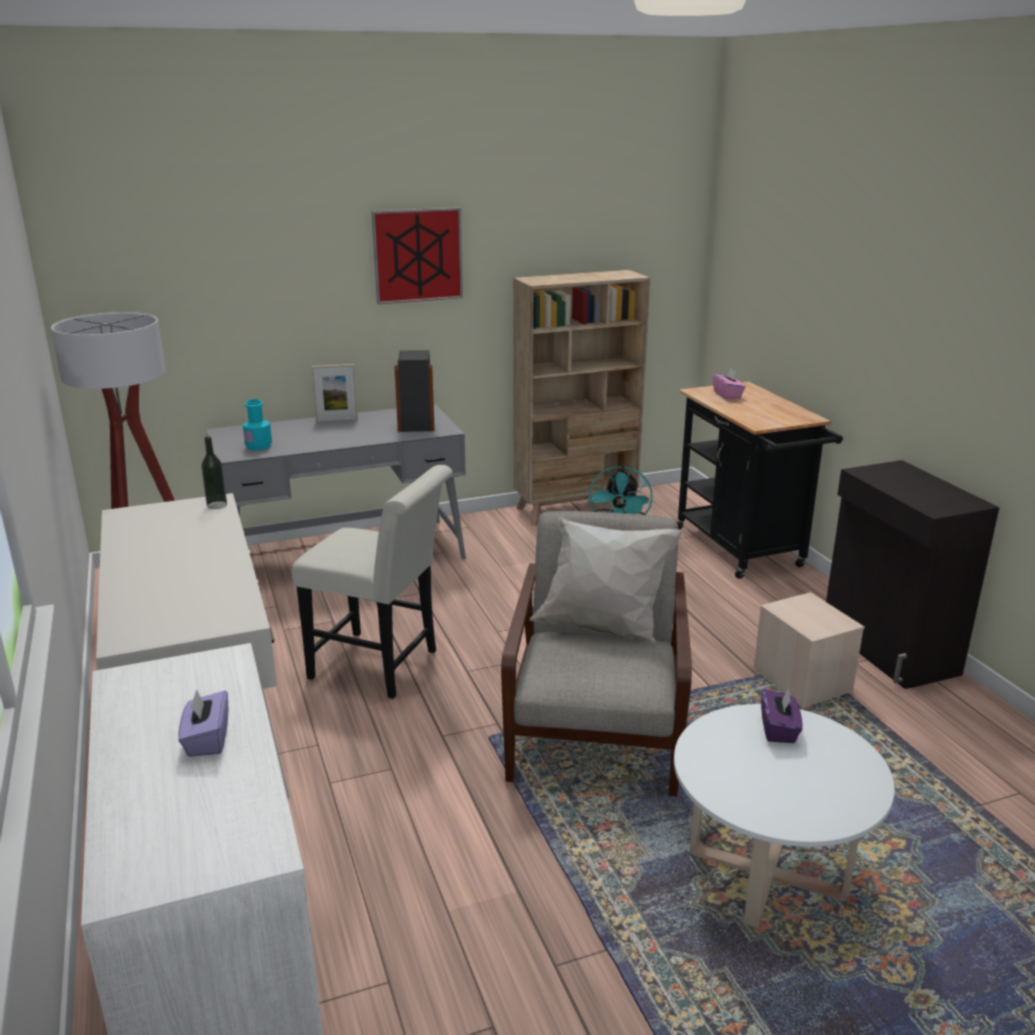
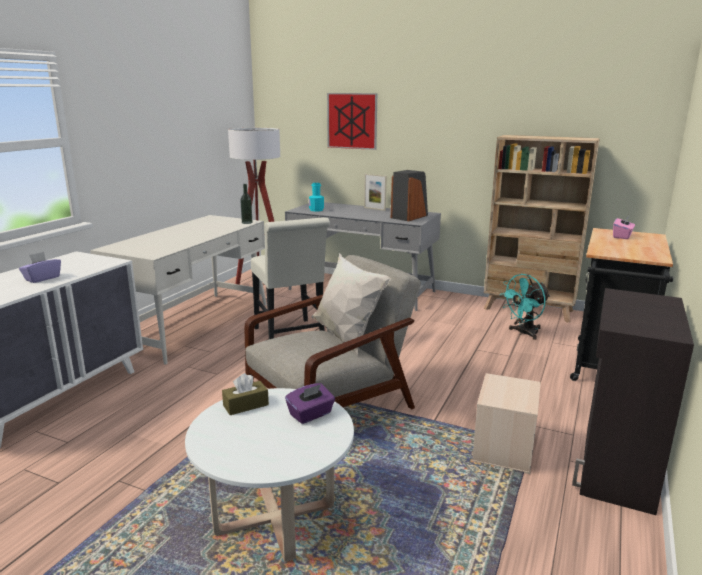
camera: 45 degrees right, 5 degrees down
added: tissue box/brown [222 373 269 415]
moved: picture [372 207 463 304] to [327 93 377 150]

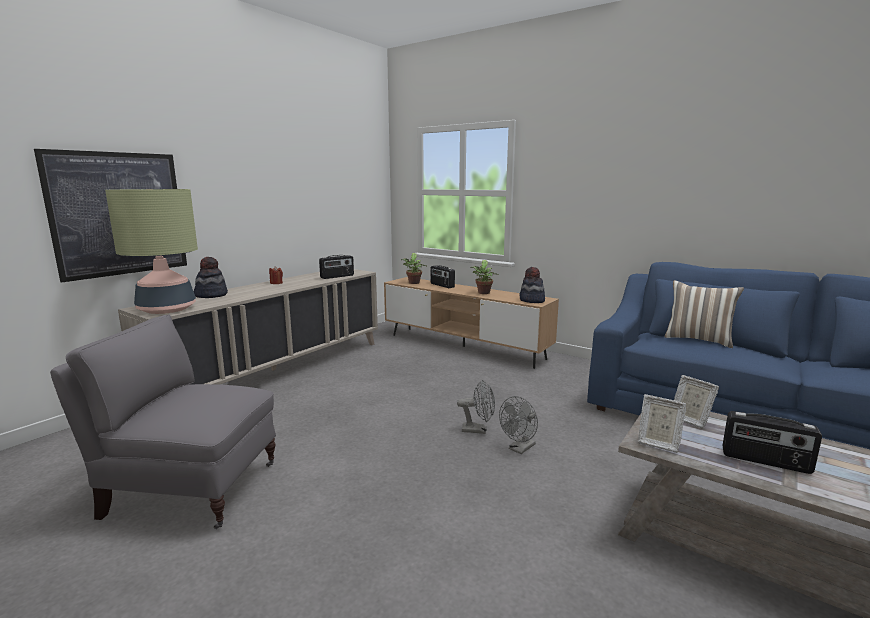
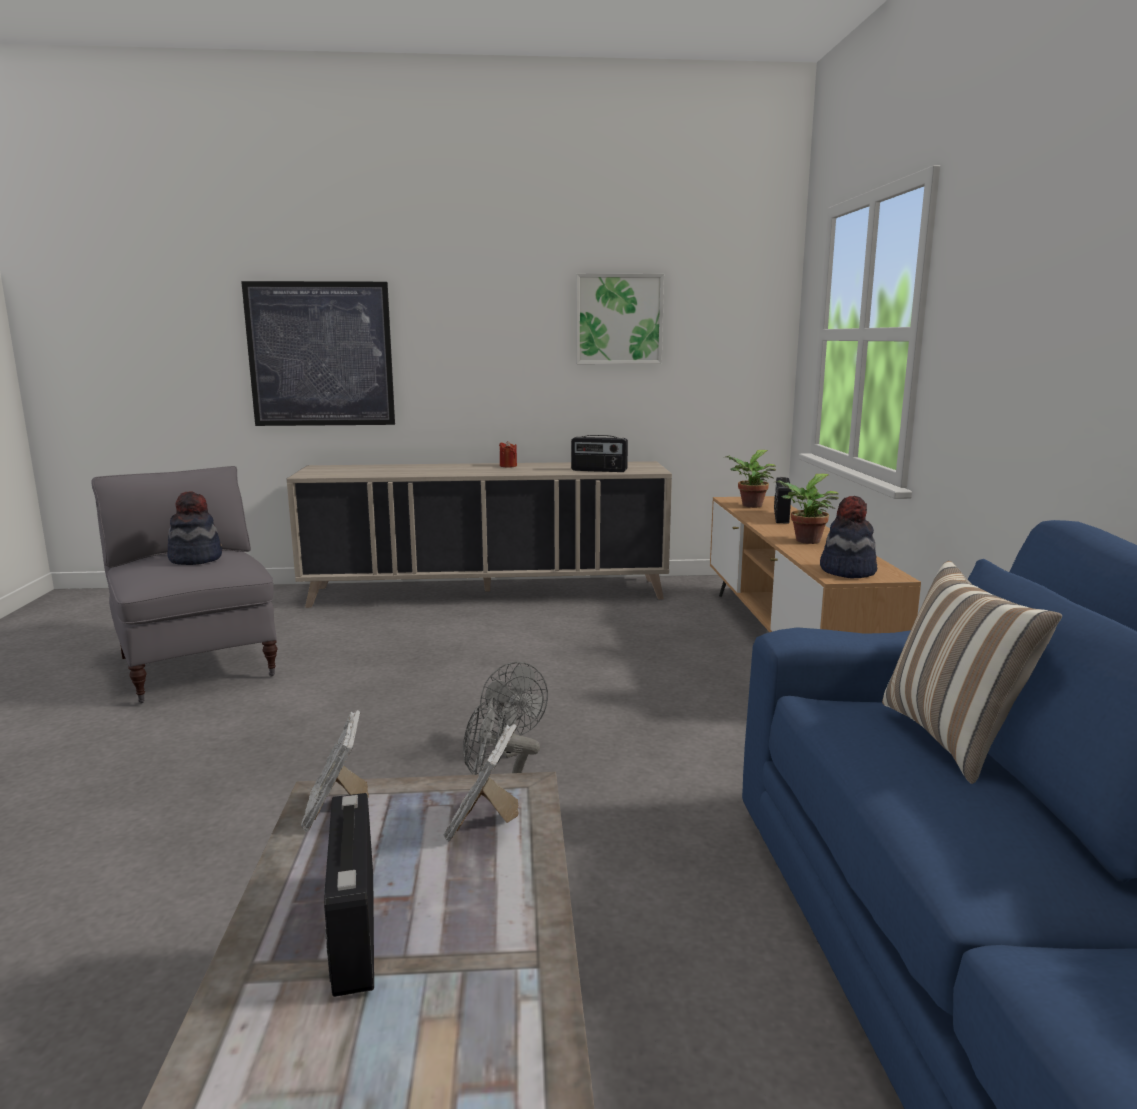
camera: 50 degrees right, 0 degrees up
removed: table lamp [105 189 198 314]
added: picture [576 273 664 364]
moved: hat [194 257 228 298] to [167 491 222 565]

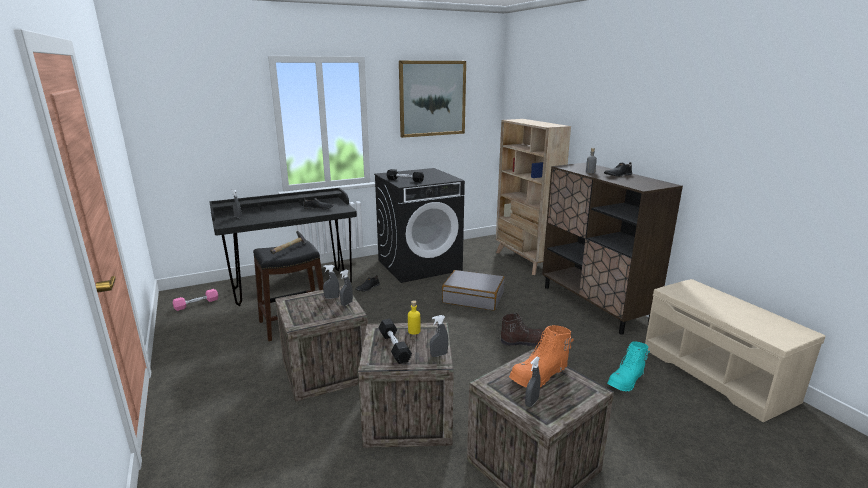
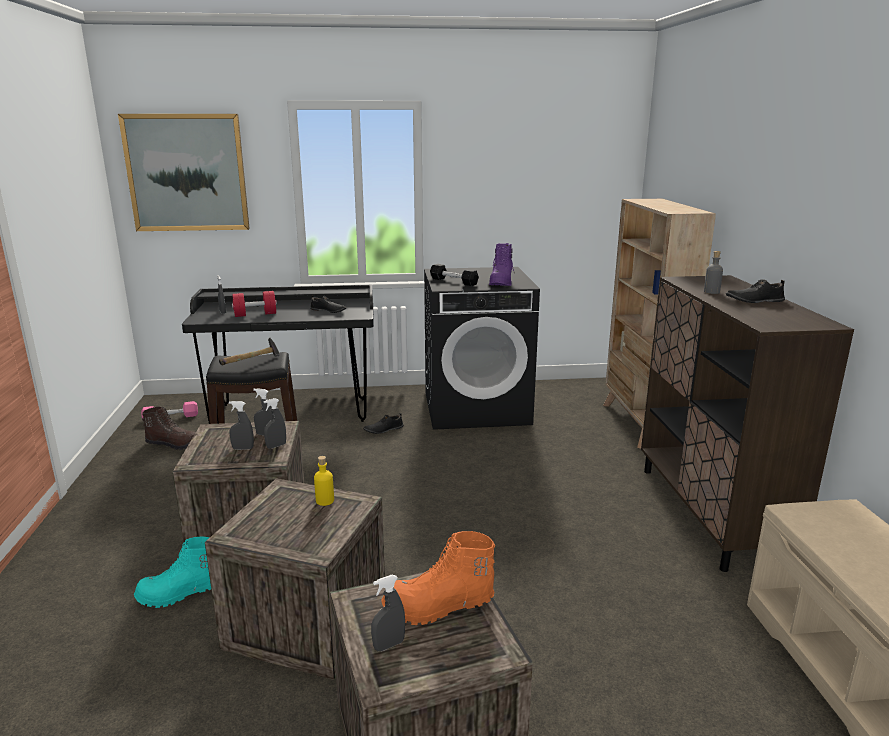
camera: 20 degrees right, 0 degrees up
removed: dumbbell/black [378 319 412 364]; suitcase/grey [442 270 505 310]
added: dumbbell/red [232 291 277 317]; boot/purple [489 243 515 286]
moved: picture [399 61 466 138] to [118 114 250 231]; spray bottle/grey [430 315 448 357] to [229 401 254 450]; boot/brown [500 313 544 347] to [142 406 196 450]; boot/turquoise [607 342 650 392] to [134 536 211 608]

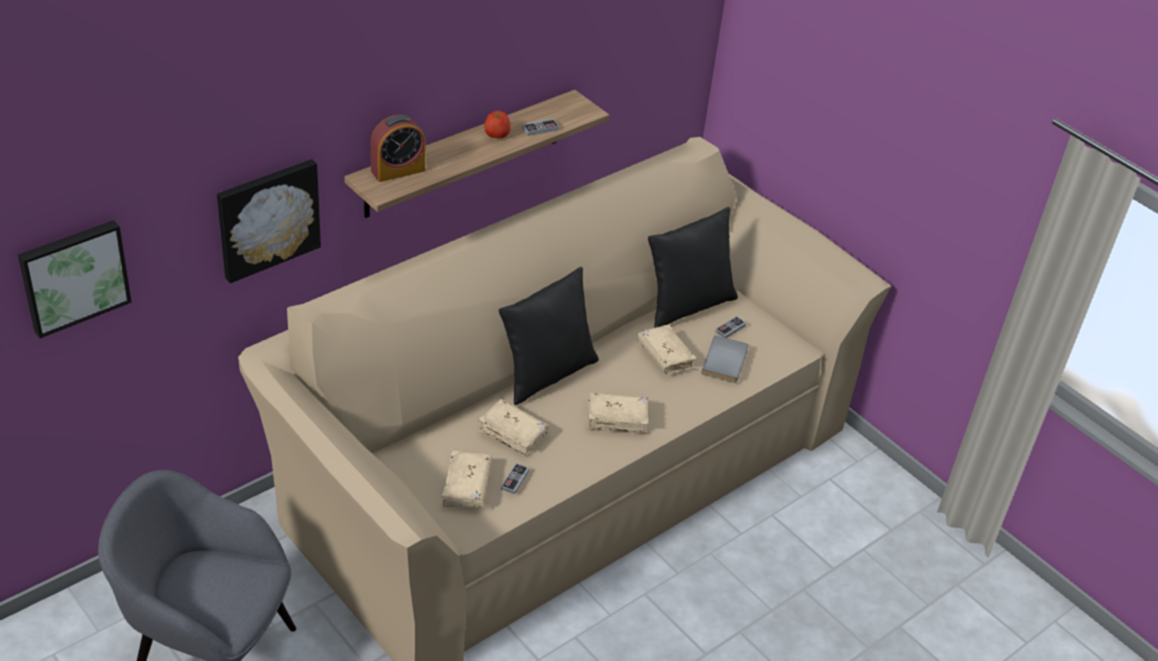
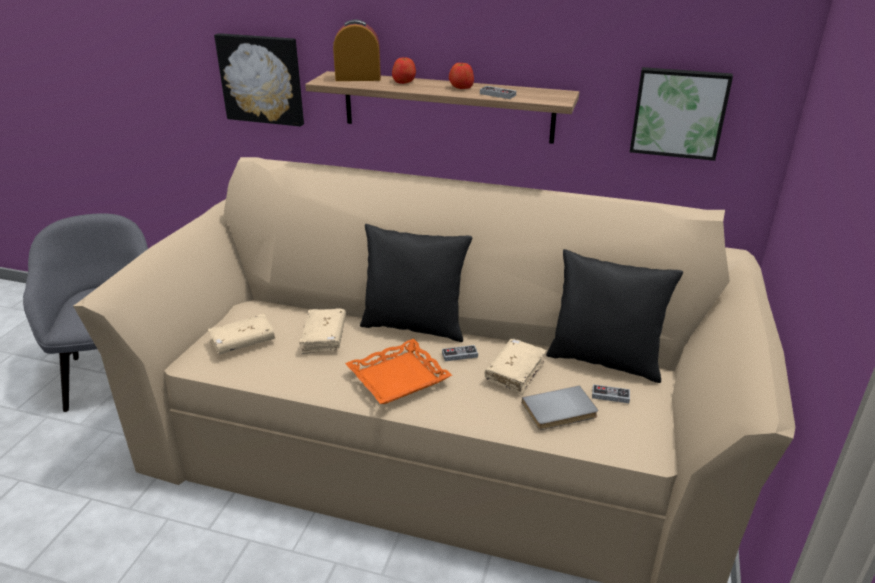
camera: 60 degrees right, 10 degrees down
added: apple [392 57 416 84]
moved: picture [18 220 132 338] to [630 67 733 161]; game controller [501 463 530 495] to [442 345 478 361]
replaced: book/beige [587 392 648 434] to tray/orange [345 339 452 404]
turned: alarm clock [371 115 425 182] = [333 19 381 81] 150 degrees clockwise

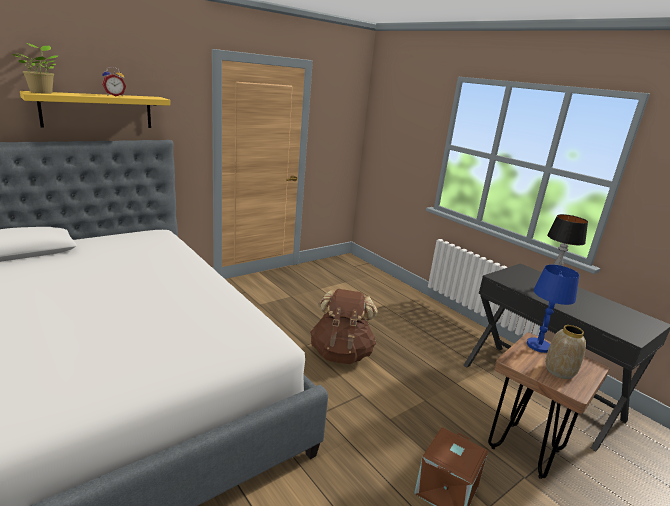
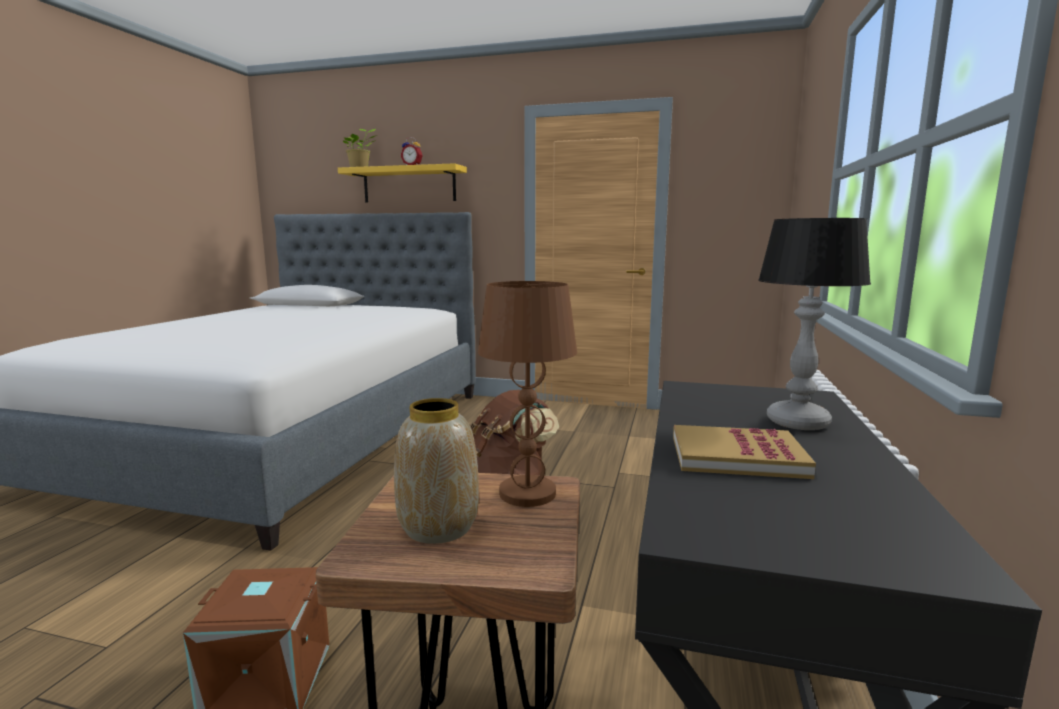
camera: 55 degrees right, 10 degrees down
added: book [673 425 816 479]
recoloured: table lamp/blue [527 265 579 353] to table lamp/brown [478 281 577 507]

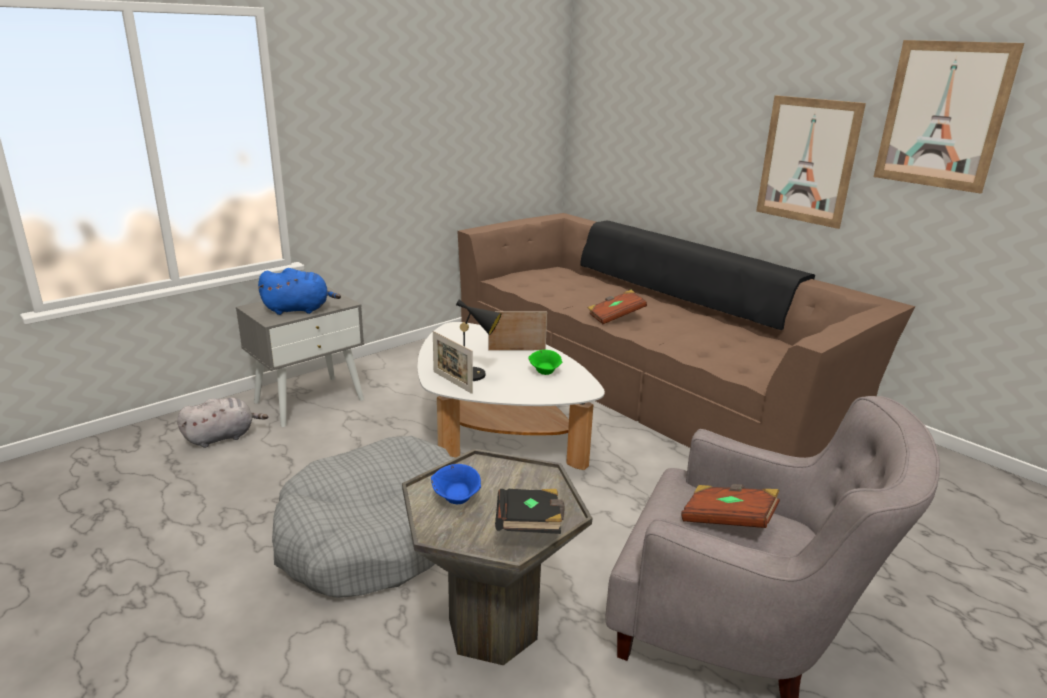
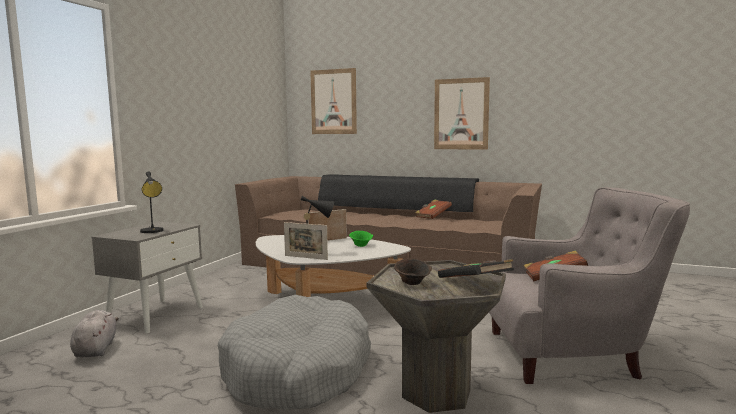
camera: 25 degrees left, 15 degrees down
moved: book/brown [588 290 647 324] to [415 200 452 219]; picture [874 40 1024 194] to [310 68 357 134]
replaced: plush toy/blue [258 268 341 315] to table lamp/black [140 171 163 233]
recoloured: bowl/blue [431 464 481 504] to bowl/brown [394 259 432 285]
turned: plush toy/grey [177 398 268 448] = [70 310 119 358] 45 degrees counterclockwise

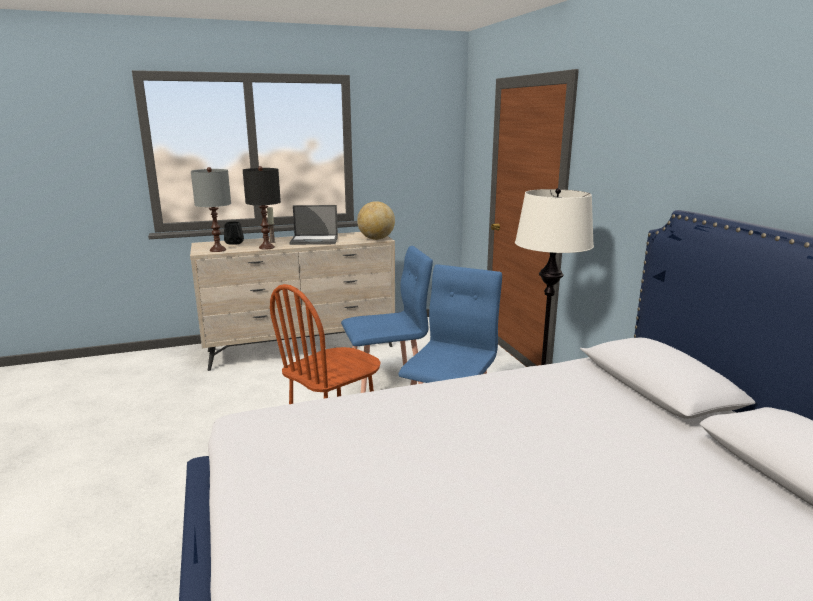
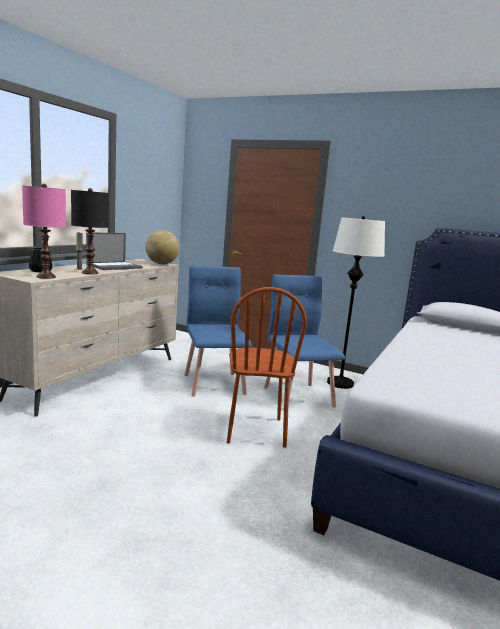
camera: 45 degrees left, 5 degrees down
recoloured: table lamp/grey [191 167 231 252] to table lamp/pink [22 184 66 279]
turned: chair/blue [341 246 433 393] = [184 265 252 397] 45 degrees counterclockwise

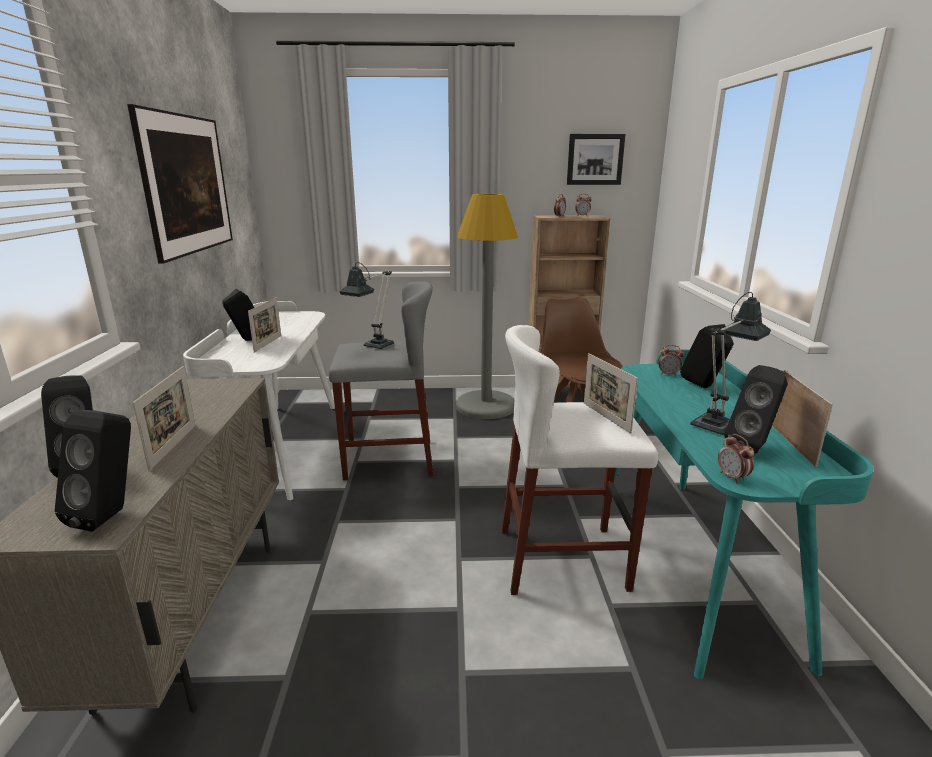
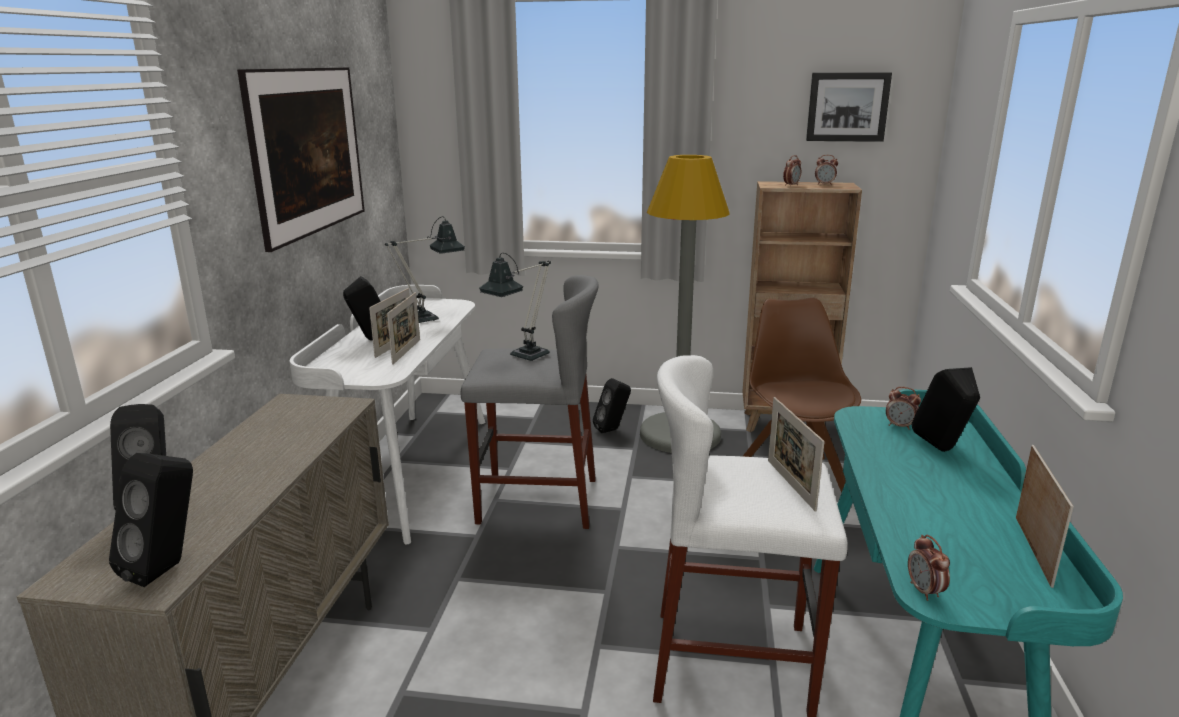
camera: 10 degrees right, 0 degrees up
moved: picture frame [133 366 195 471] to [387 292 420 365]; table lamp [690 292 771 435] to [385 216 465 323]; speaker/black [725 365 788 454] to [593 378 631 433]

